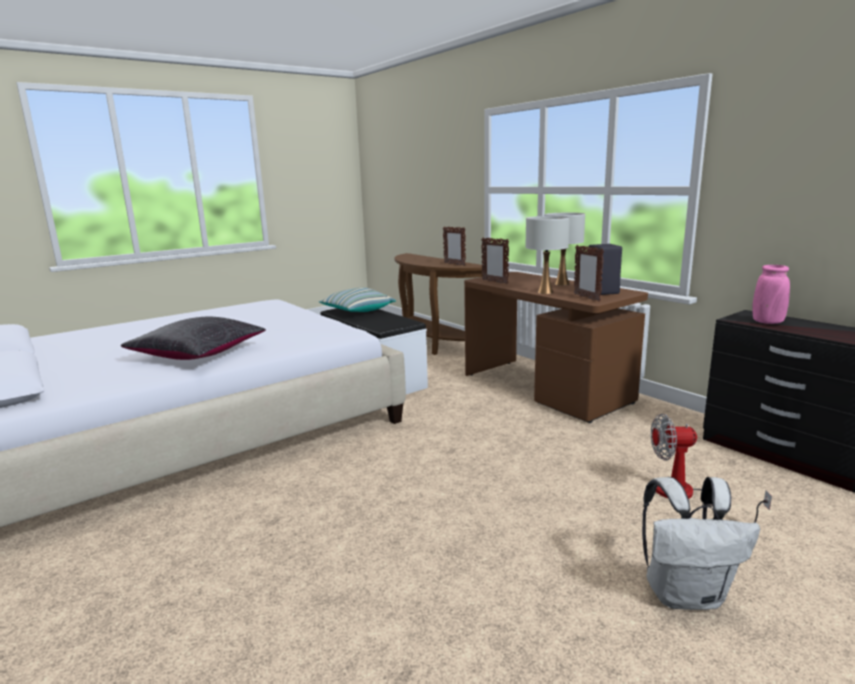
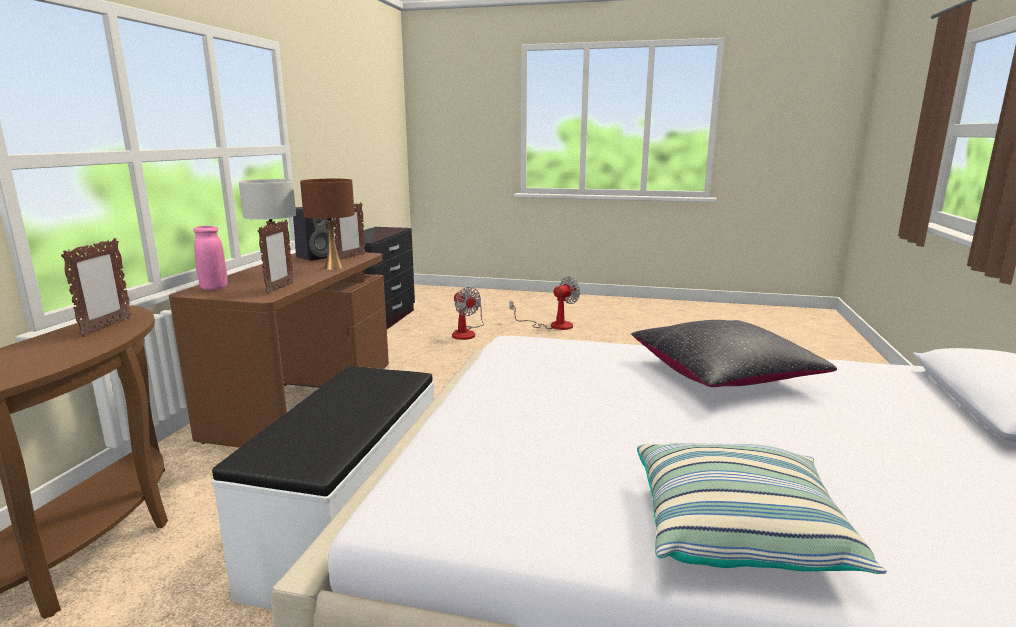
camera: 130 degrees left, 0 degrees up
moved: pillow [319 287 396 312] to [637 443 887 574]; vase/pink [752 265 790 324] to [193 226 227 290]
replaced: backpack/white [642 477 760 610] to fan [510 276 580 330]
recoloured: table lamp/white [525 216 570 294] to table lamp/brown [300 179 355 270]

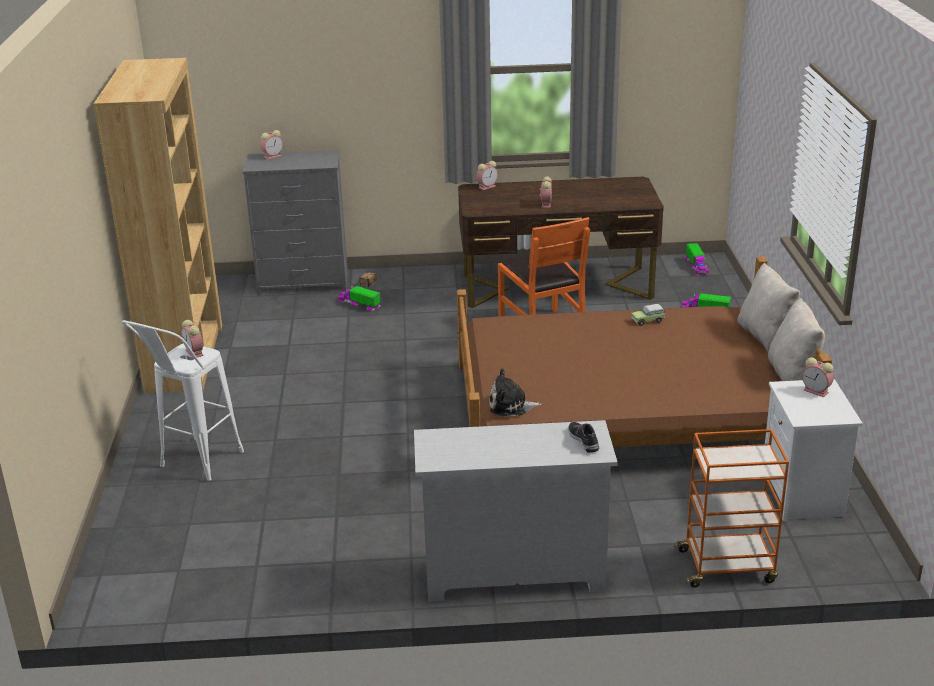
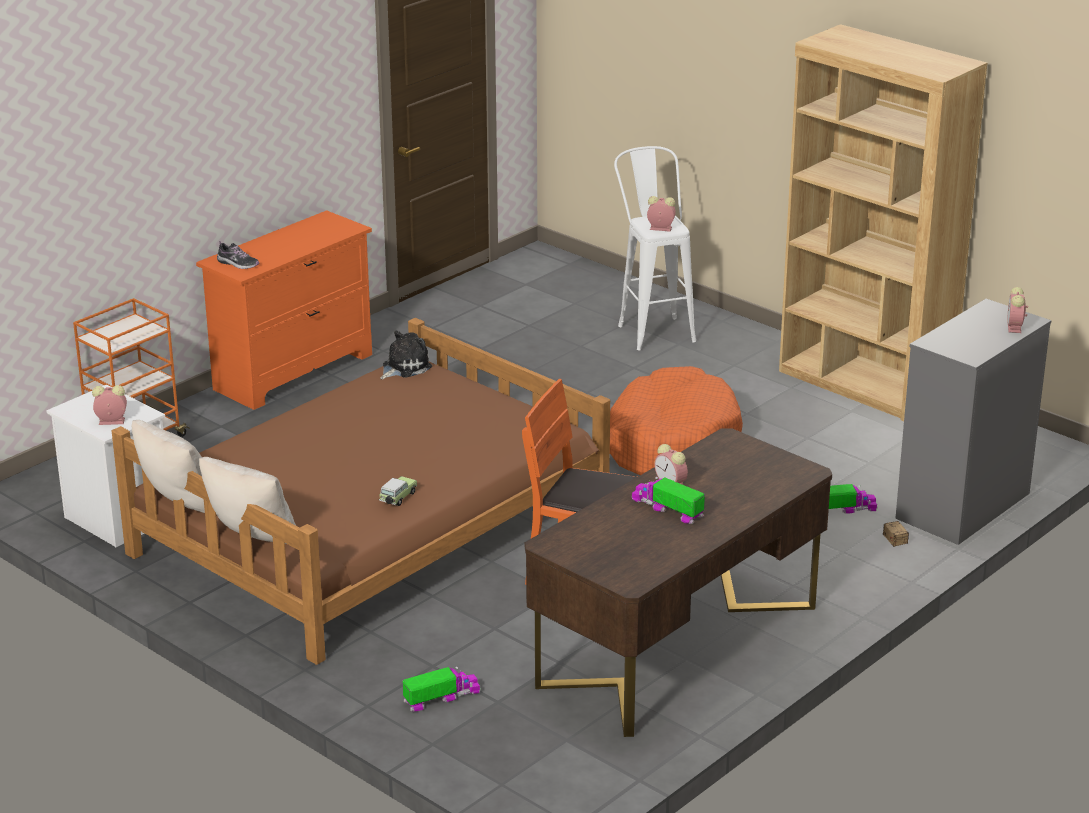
camera: 135 degrees right, 0 degrees up
removed: alarm clock [476 161 498 190]
added: dog bed/orange [610 366 743 475]
moved: toy truck [686 243 709 276] to [631 477 705 524]
recoloured: dresser/white [414 420 618 602] to dresser/orange [196 210 372 410]

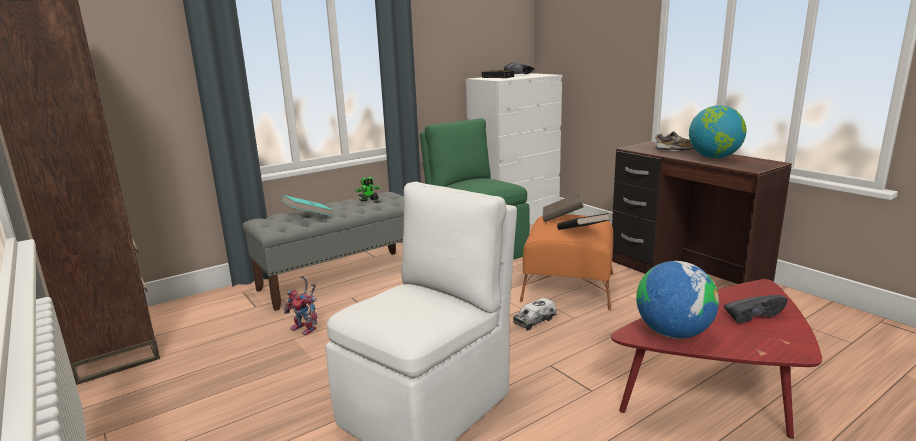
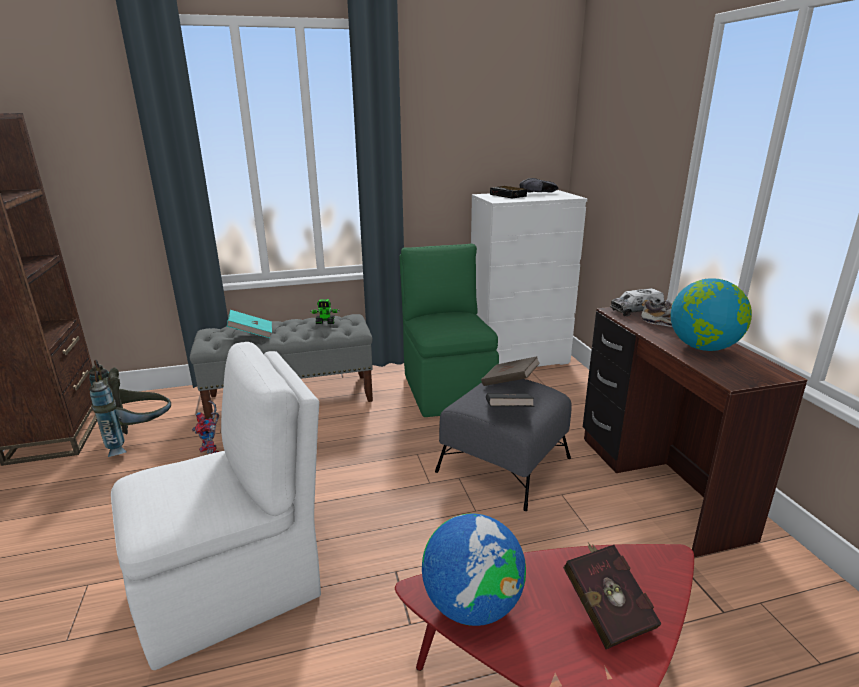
camera: 20 degrees right, 5 degrees up
added: backpack/grey [89 360 171 457]
moved: toy truck [513 297 556 330] to [610 288 664 316]
replaced: shoe/black [724 295 788 324] to book/red [563 542 662 649]
recoloured: ottoman/orange [520 214 613 310] to ottoman/grey [435 379 572 511]

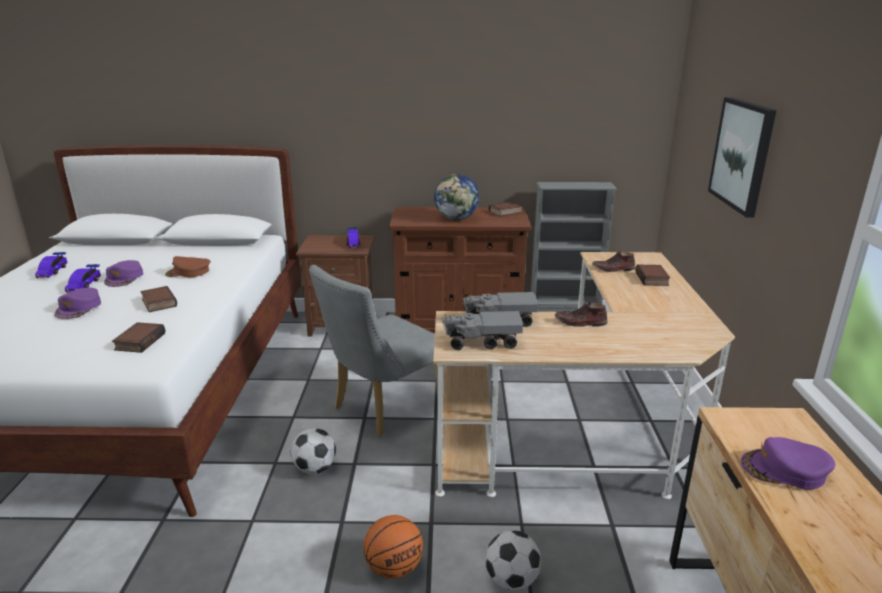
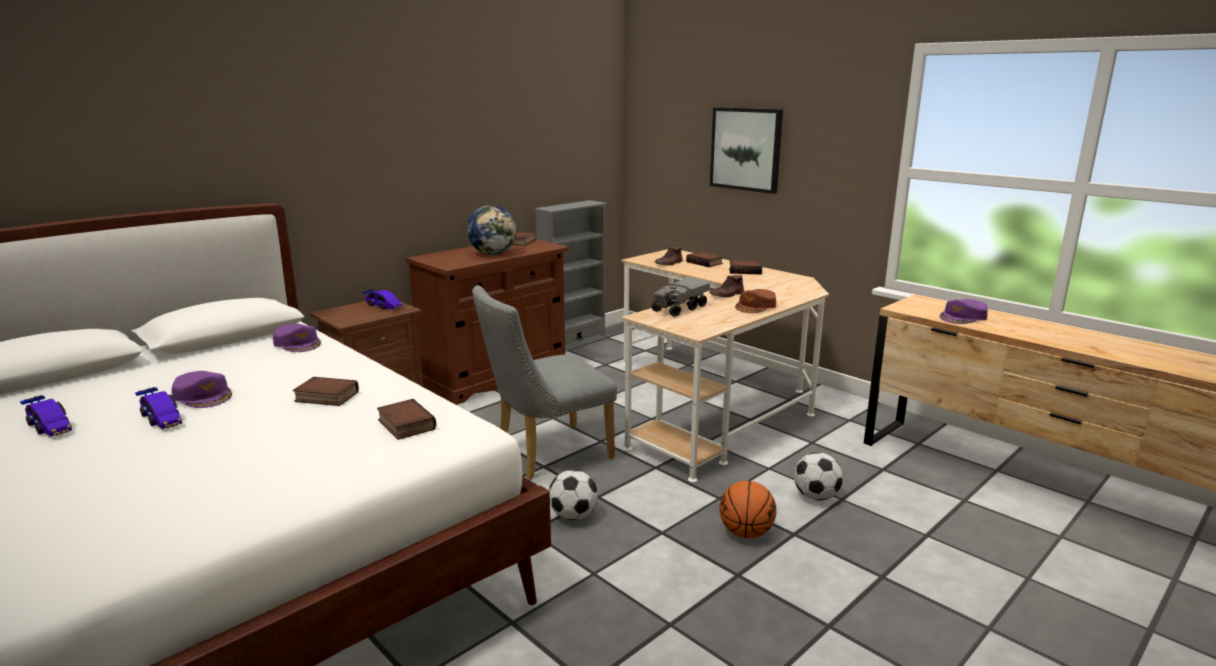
camera: 45 degrees left, 5 degrees down
removed: toy truck [442 311 523 350]
added: book [729 261 762 275]
moved: cap/purple [54 288 101 319] to [273 324 321 352]; cap/brown [165 256 210 277] to [735 289 776 313]
turned: chair/grey [309 265 437 436] = [472 285 617 479] 60 degrees clockwise

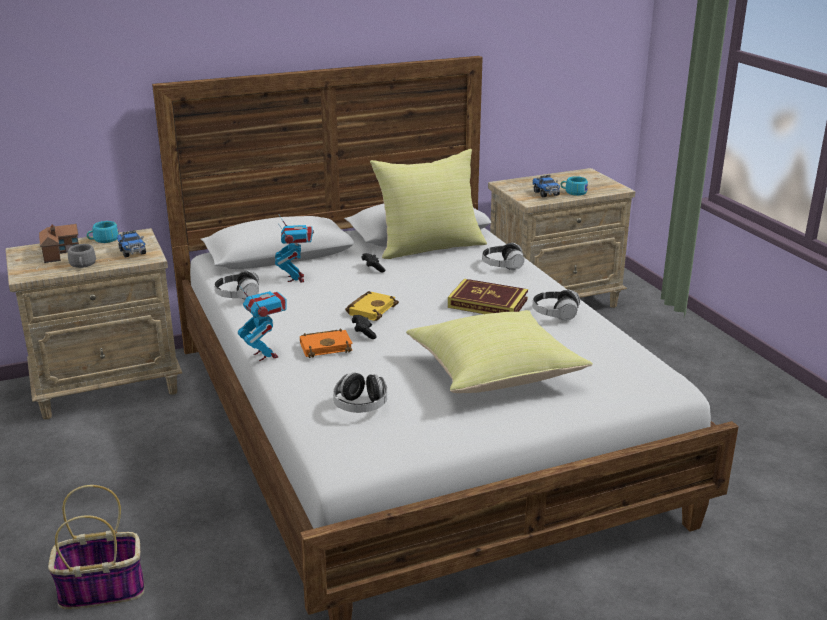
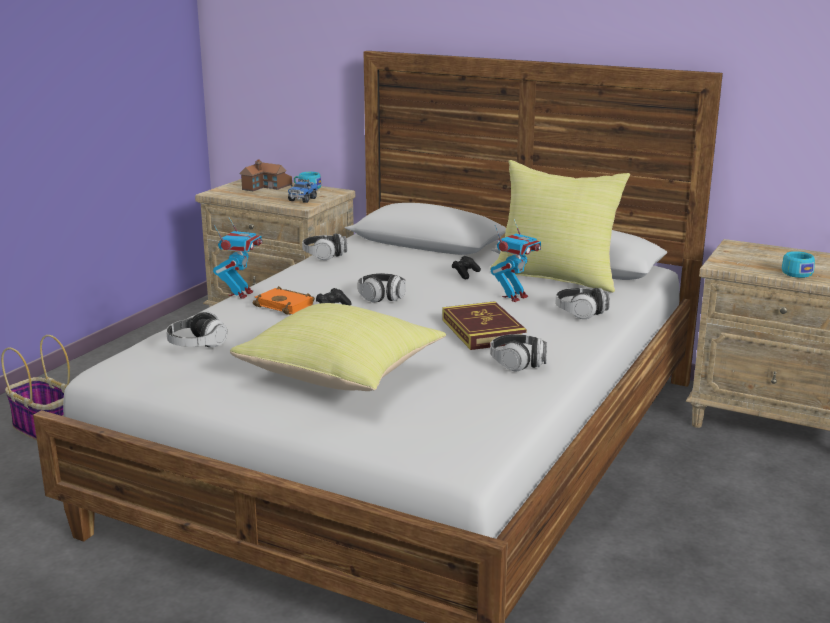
camera: 50 degrees right, 5 degrees down
removed: cup/grey [68 244 96 268]; toy truck [532 175 560 197]
moved: toy robot [275 215 314 282] to [491 219 541 302]
replaced: book/yellow [345 291 399 321] to headphones [357 273 406 303]

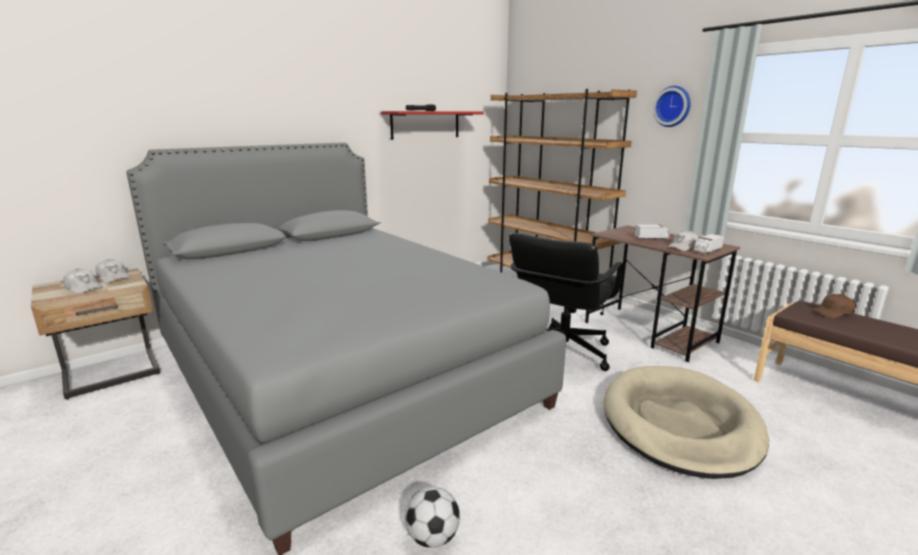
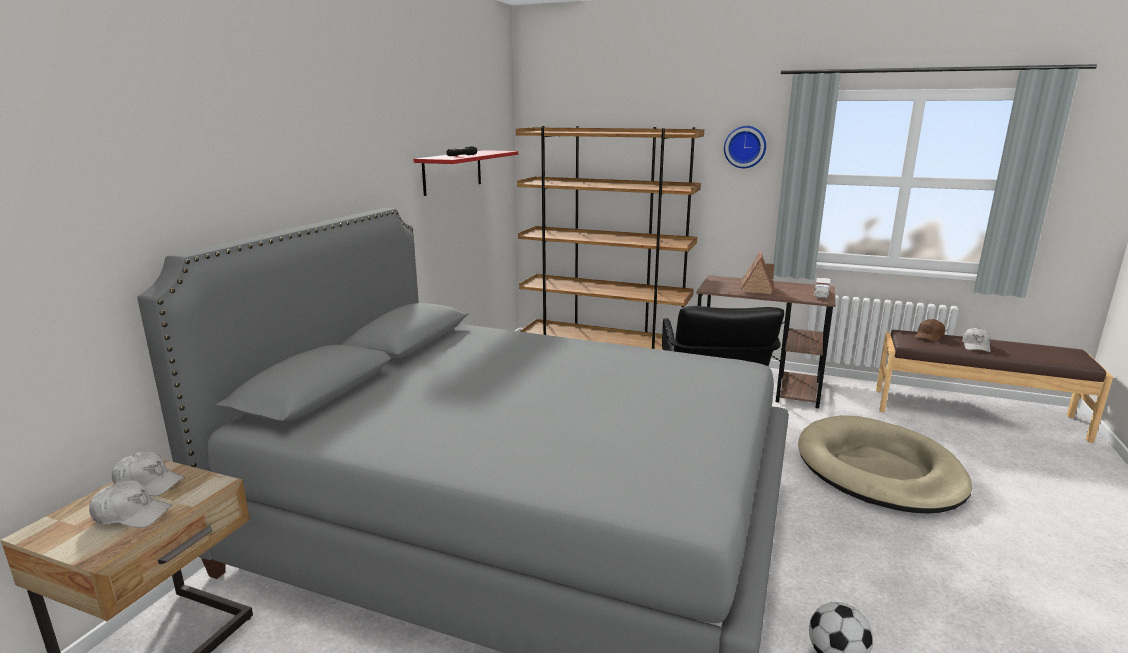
camera: 30 degrees left, 0 degrees up
moved: cap/white [667 230 699 251] to [962 328 991 352]
replaced: toy truck [635 224 670 240] to toy house [741 251 775 294]

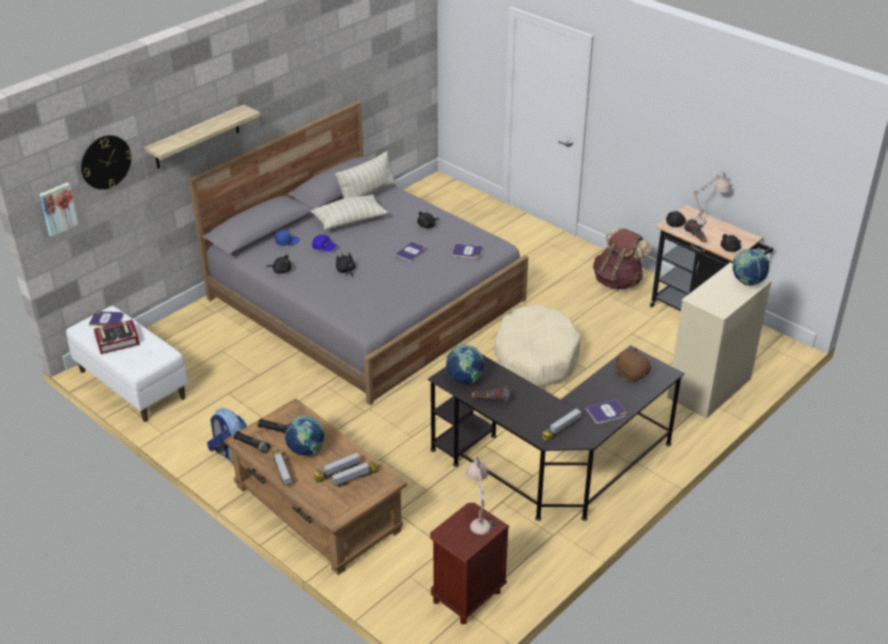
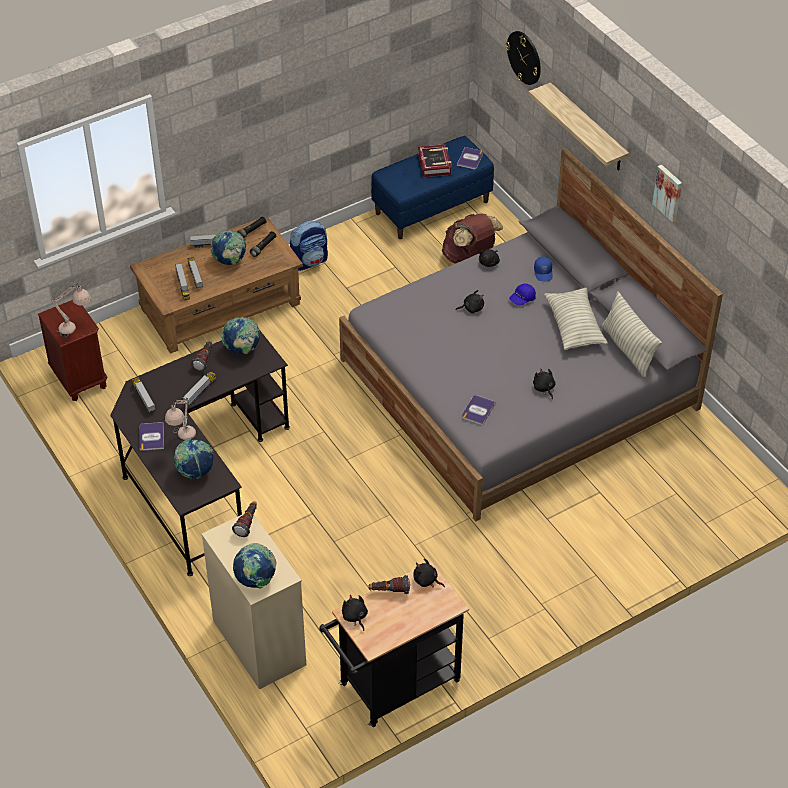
camera: 105 degrees right, 10 degrees up
removed: book [395 241 427 262]; dog bed/beige [493 304 581 387]
added: toy truck [183 372 216 405]; flashlight [232 501 257 537]
moved: picture [39 183 79 237] to [652 165 682 222]; backpack/brown [593 228 651 289] to [442 214 503 264]; table lamp/beige [692 172 731 227] to [165 398 196 440]
replaced: plush toy/brown [615 348 651 384] to globe [174 439 213 479]
recoloured: bench/white [66 306 188 422] to bench/blue [371 136 494 239]

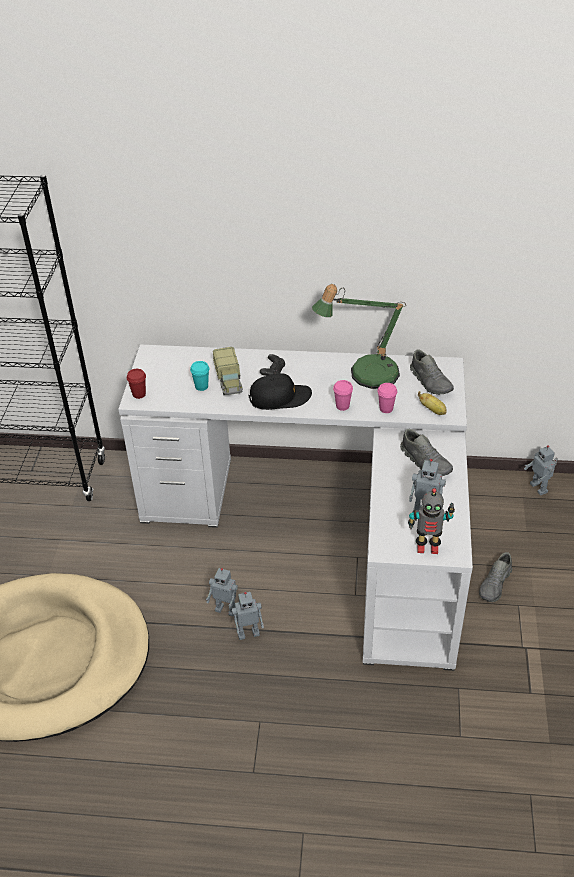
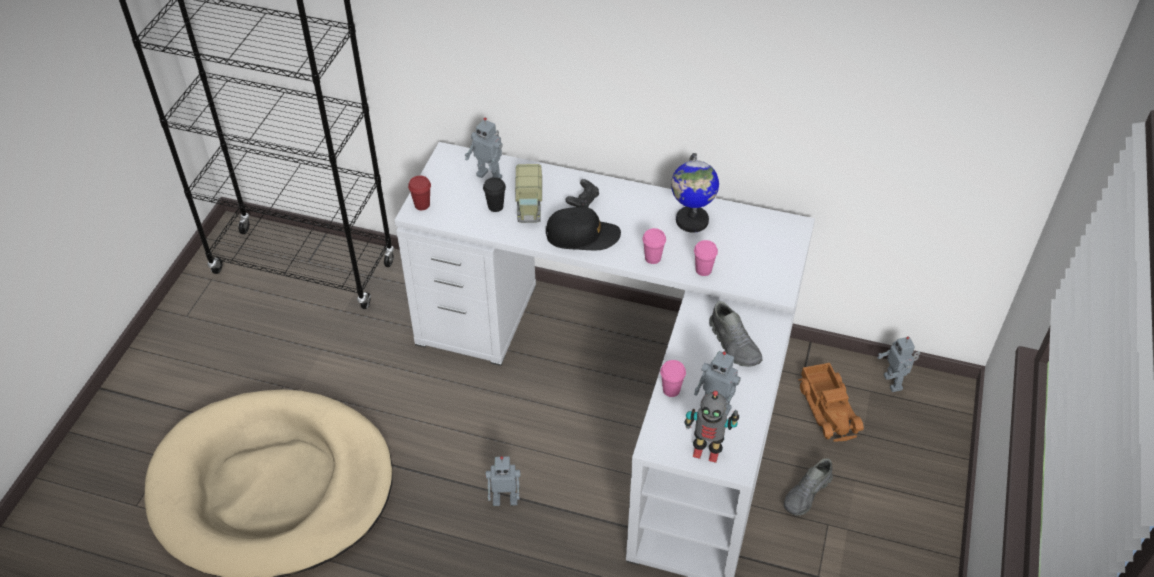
camera: 10 degrees right, 5 degrees up
removed: shoe/grey [410 349 454 395]; banana [418 391 447 415]
added: cup/pink [660 360 686 397]; toy truck [798 363 864 442]
moved: toy robot [206 568 238 616] to [465 117 503 179]
replaced: table lamp [312 284 406 389] to globe [671 153 719 233]
recoloured: cup/turquoise [190 361 209 391] to cup/black [483 177 506 212]

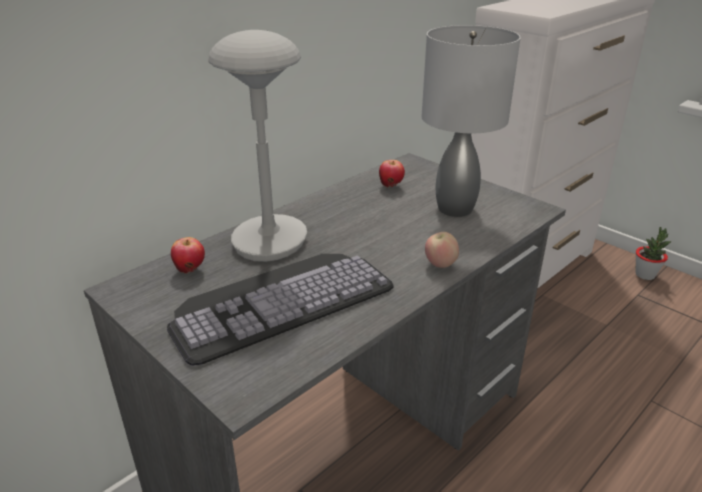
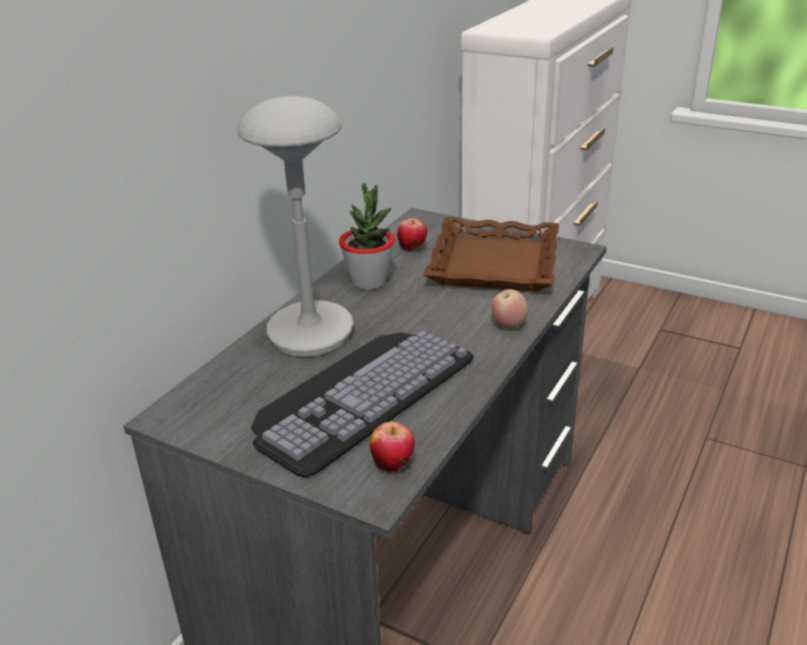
camera: 15 degrees left, 0 degrees up
moved: apple [171 237 205 274] to [370 422 415 472]; potted plant [636 227 672 280] to [339 183 395 290]
replaced: table lamp/grey [422 25 521 217] to tray/brown [423 217 559 291]

